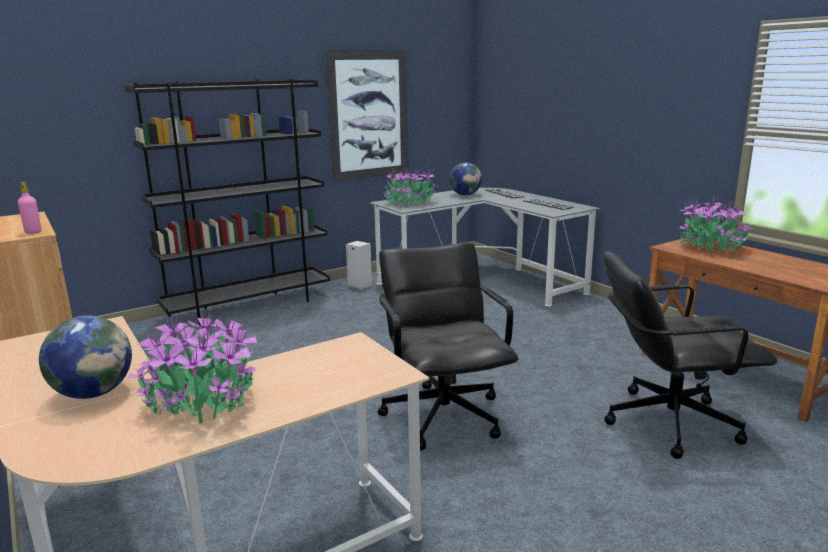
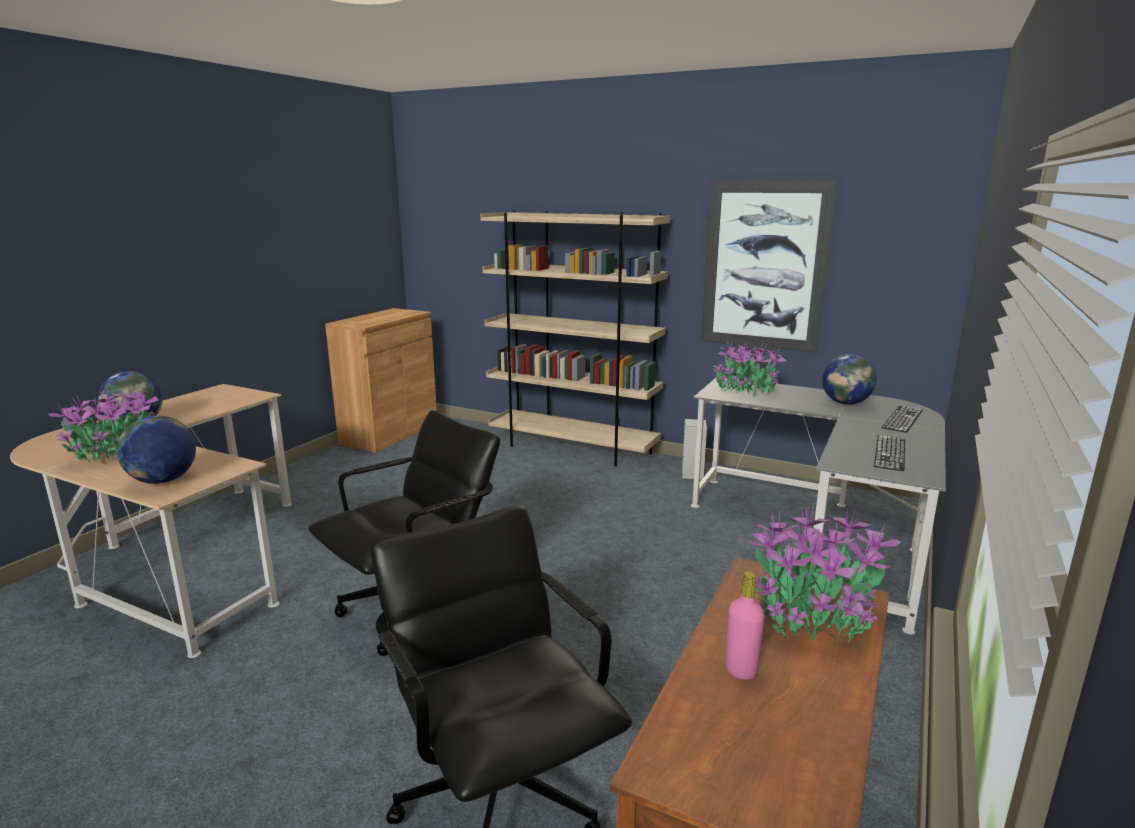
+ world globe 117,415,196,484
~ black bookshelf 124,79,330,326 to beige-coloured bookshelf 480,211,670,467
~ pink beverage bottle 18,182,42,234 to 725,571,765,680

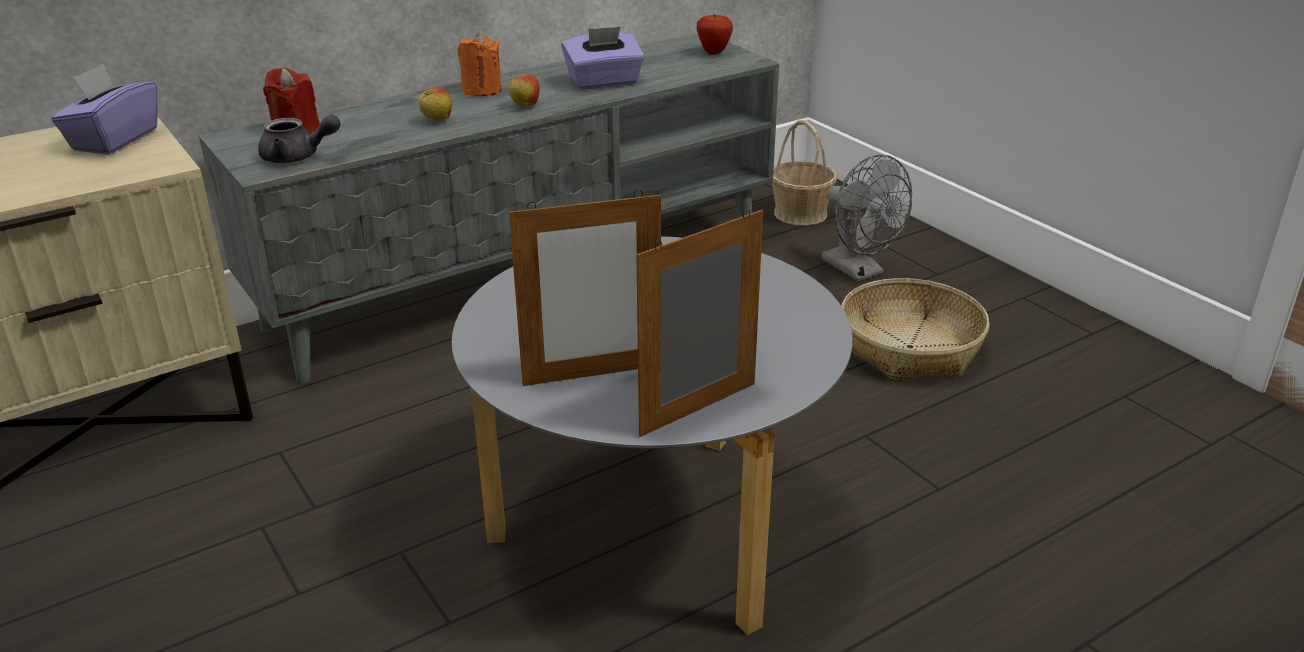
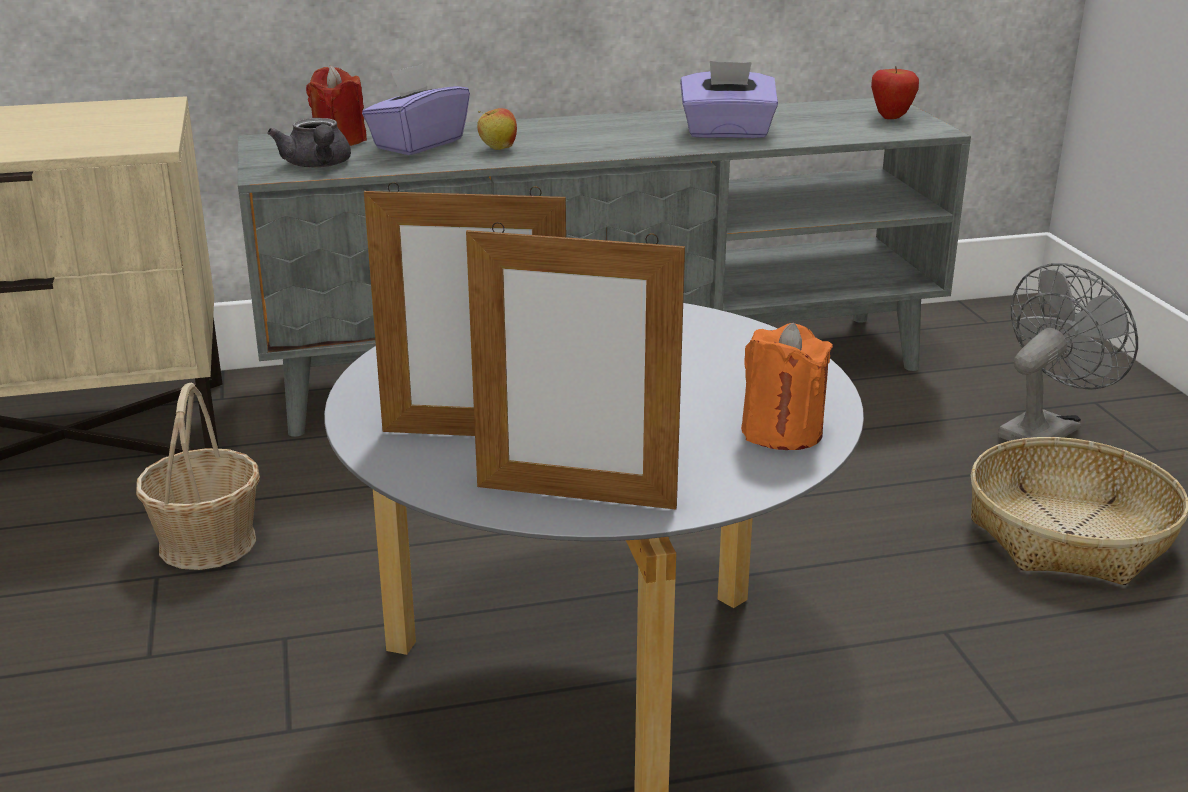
~ basket 772,120,837,226 to 136,383,260,570
~ gray teapot 258,114,341,163 = 267,118,351,168 45 degrees clockwise
~ purple tissue box 51,64,158,155 to 362,64,470,155
~ picture frame 636,210,763,437 = 466,222,685,510 150 degrees counterclockwise
~ orange-coloured candle 457,33,502,96 to 741,323,833,450
~ gray electric fan 822,154,912,282 = 998,263,1138,441 120 degrees counterclockwise
- apple fruit 508,74,540,107

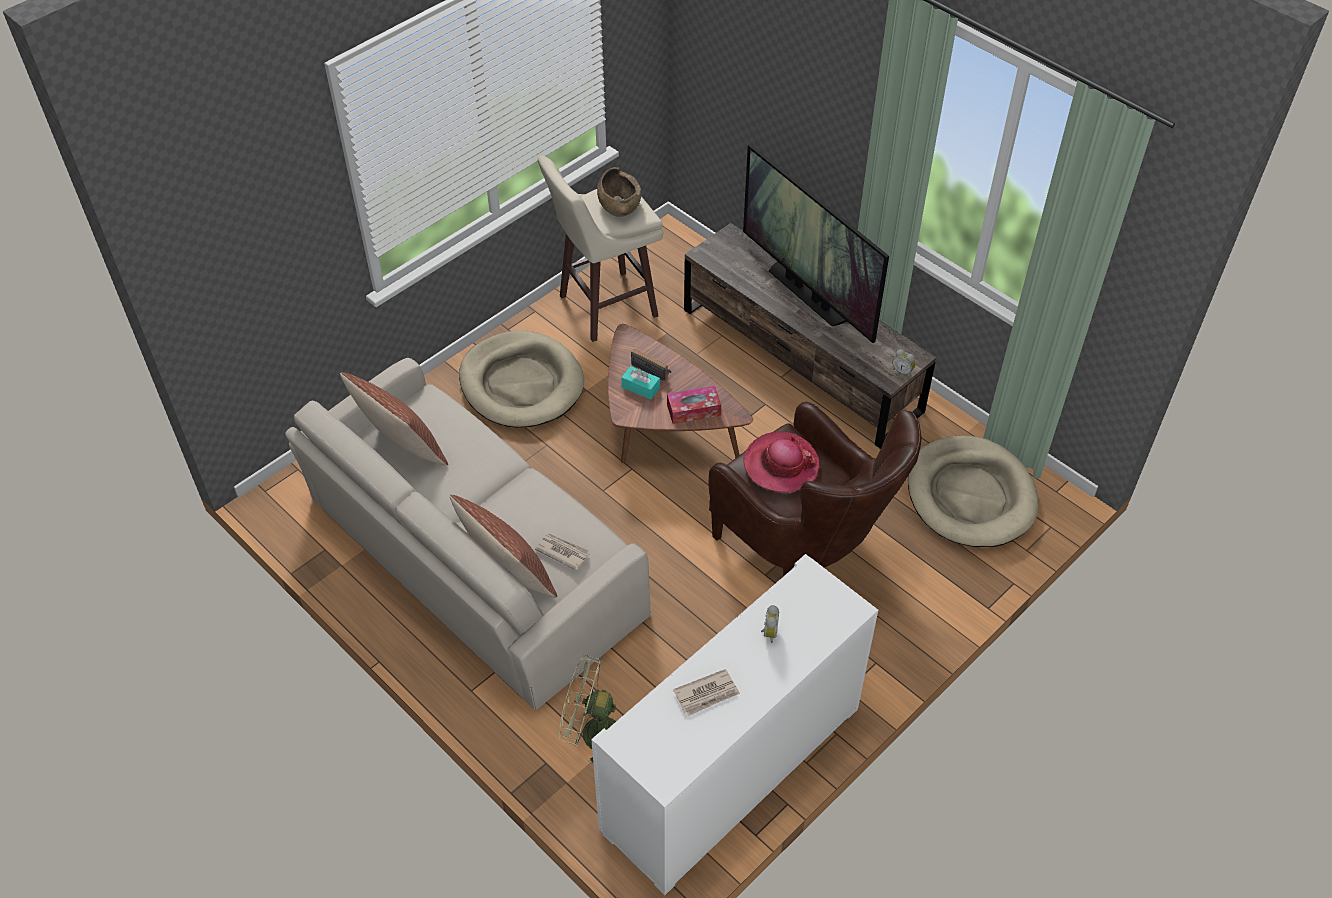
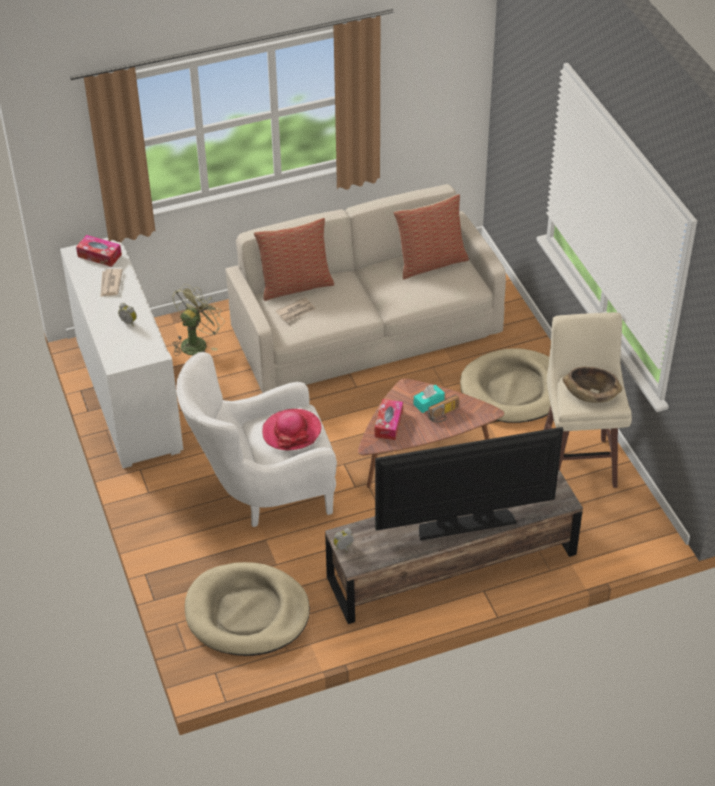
+ tissue box 76,235,122,267
~ brown armchair 708,402,922,576 to white-coloured armchair 176,352,337,527

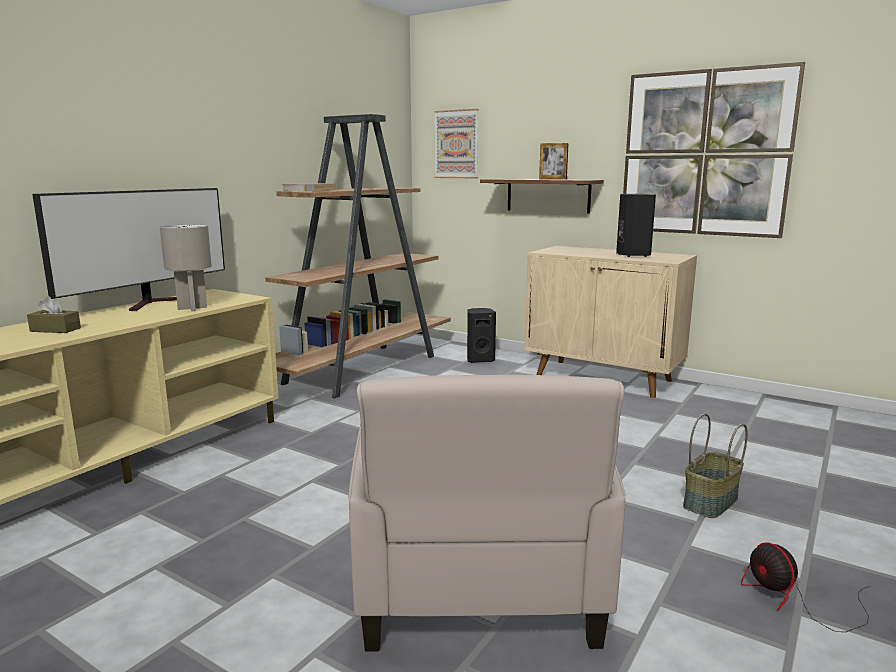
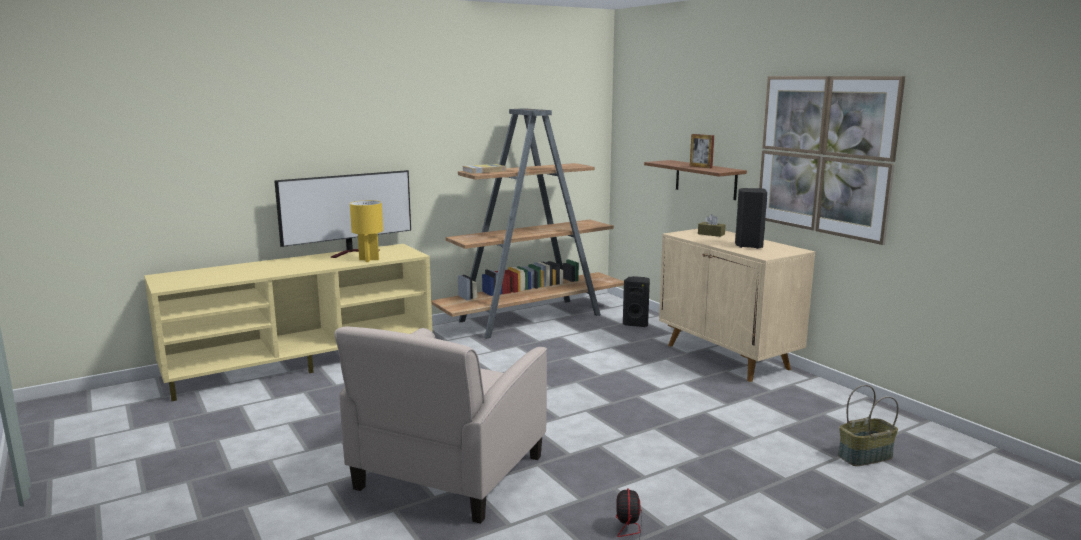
~ gray lamp for a table 160,224,212,311 to yellow lamp for a table 350,200,383,262
~ brown tissue box 27,296,81,333 to 698,214,726,237
~ basket 683,413,748,518 to 838,385,899,466
- wall picture 434,109,478,178

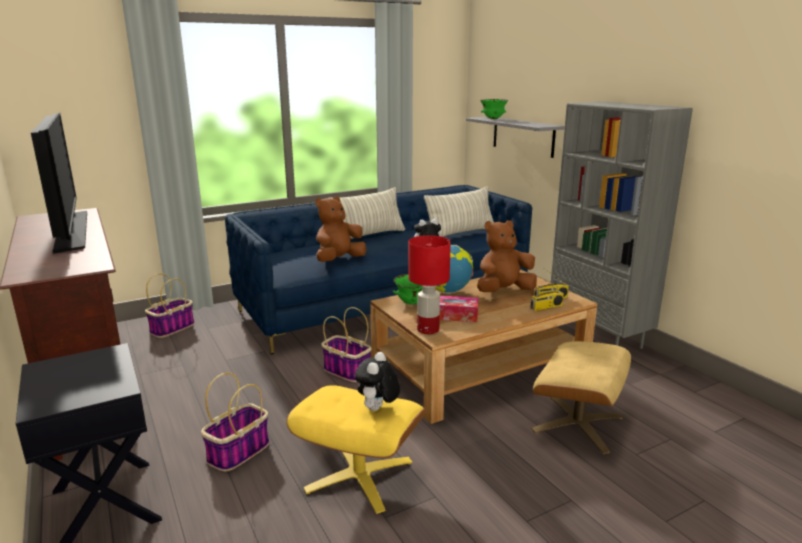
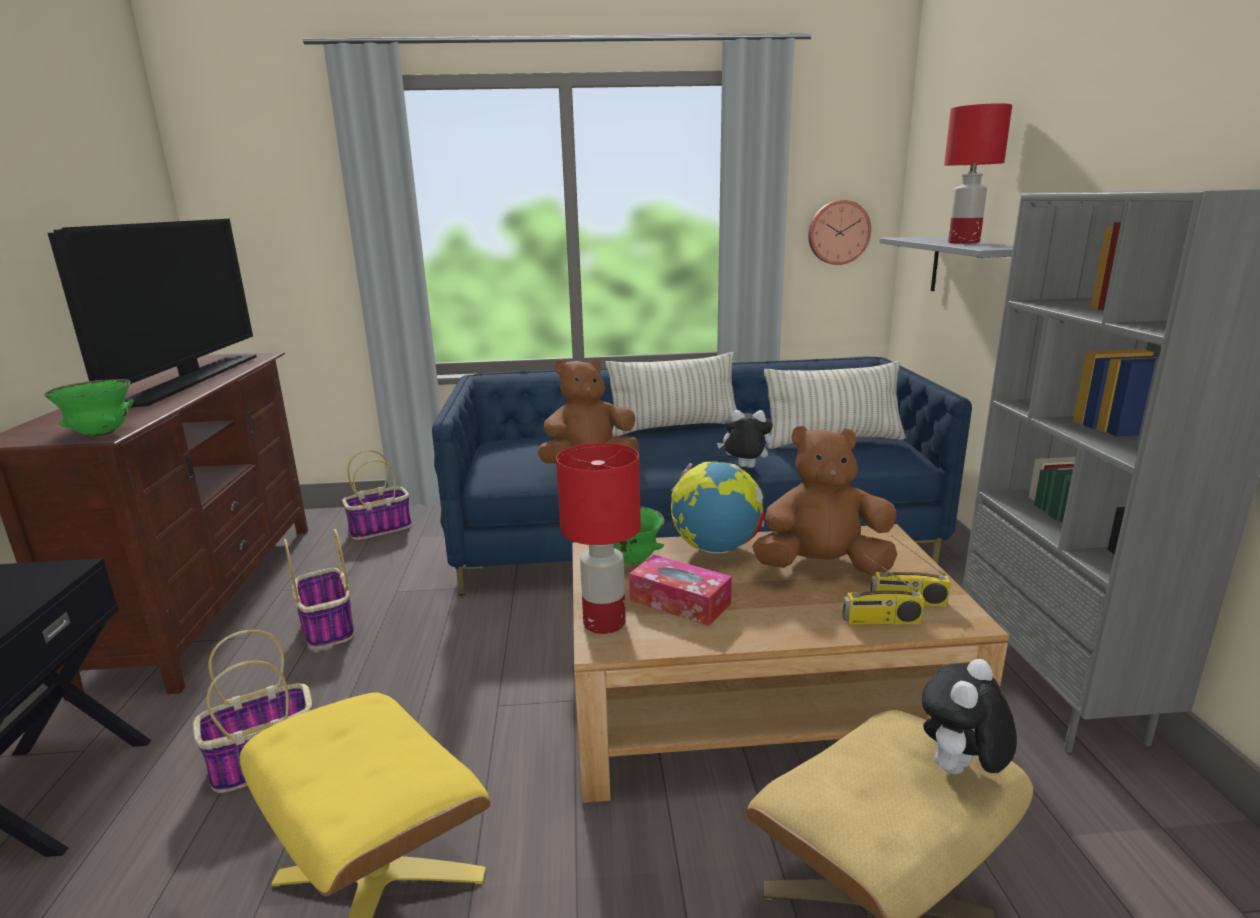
~ green-coloured bowl 480,99,508,119 to 44,379,134,436
~ basket 321,307,372,382 to 284,529,354,649
+ hanging clock 808,200,871,265
~ soft toy 355,352,400,411 to 922,659,1017,774
+ reddish lamp for a table 944,103,1012,244

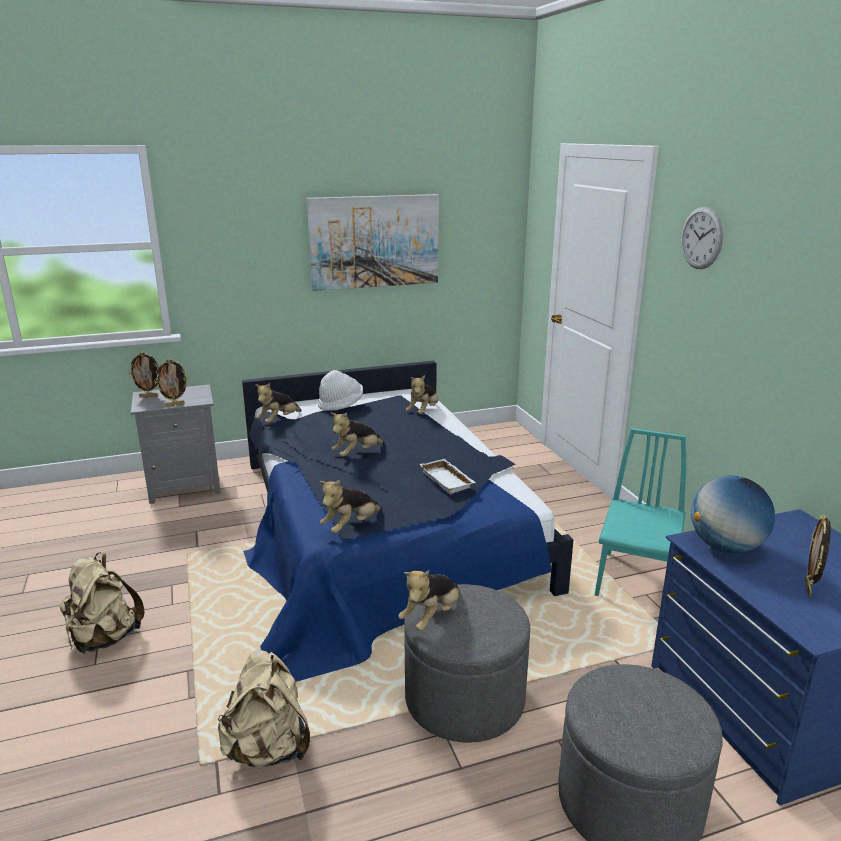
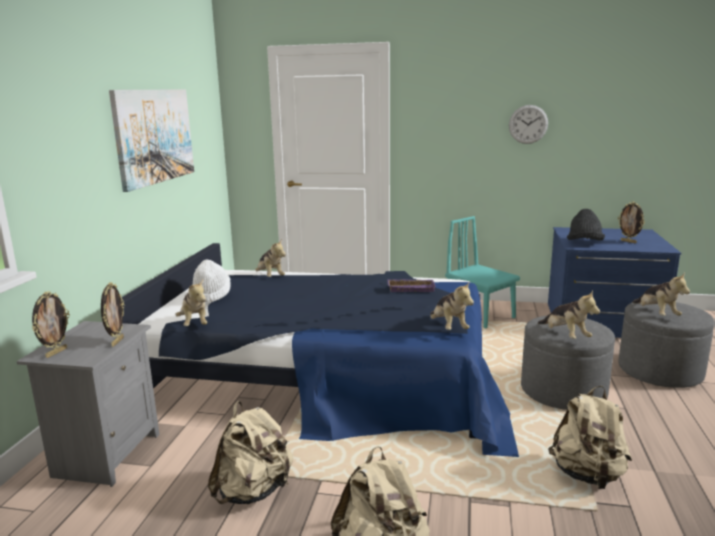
+ beige-coloured backpack 208,401,293,504
~ white-coloured tray 420,459,476,494 to purple tray 387,279,436,292
~ hanging clock 681,207,723,269 to 509,105,548,144
~ world globe 691,475,775,553 to black hat 567,209,605,241
~ soft toy 331,412,385,457 to 632,272,690,316

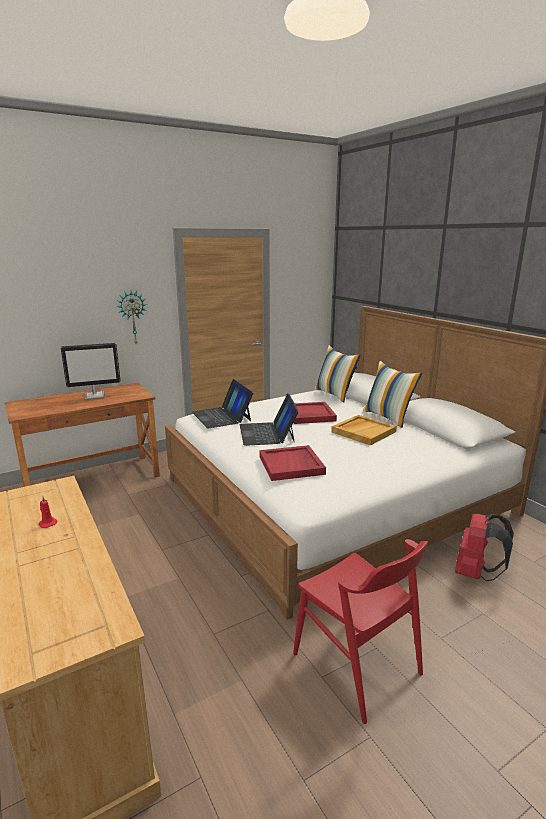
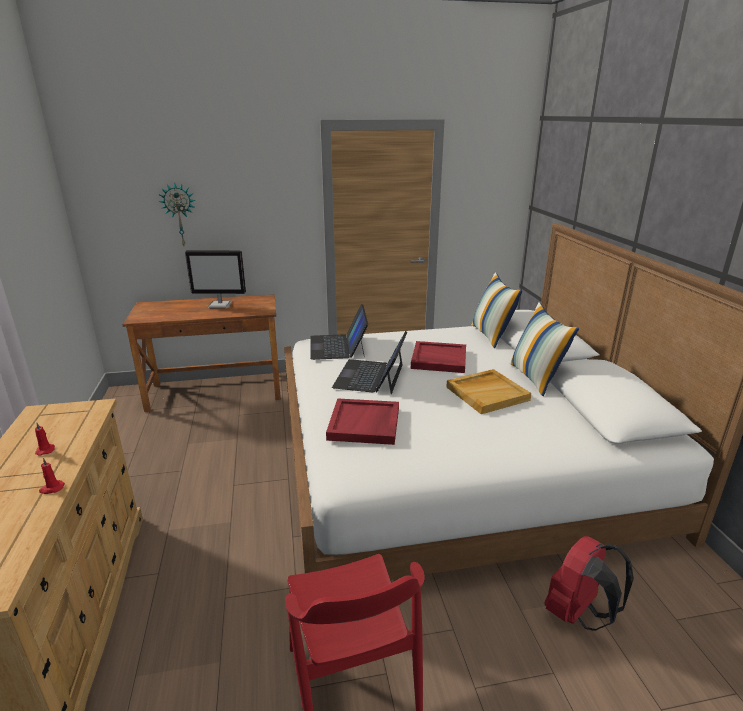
+ reddish candle 39,458,65,494
~ hanging clock 117,291,148,344 to 158,182,196,246

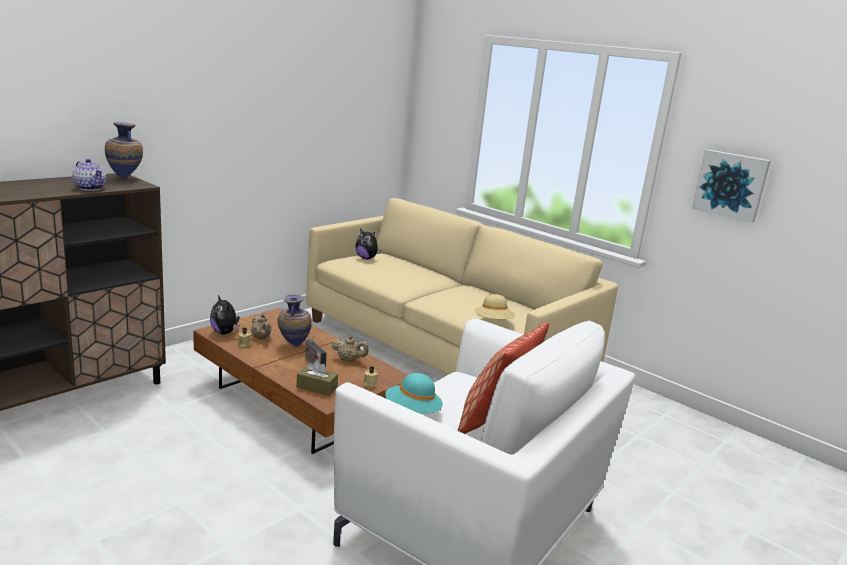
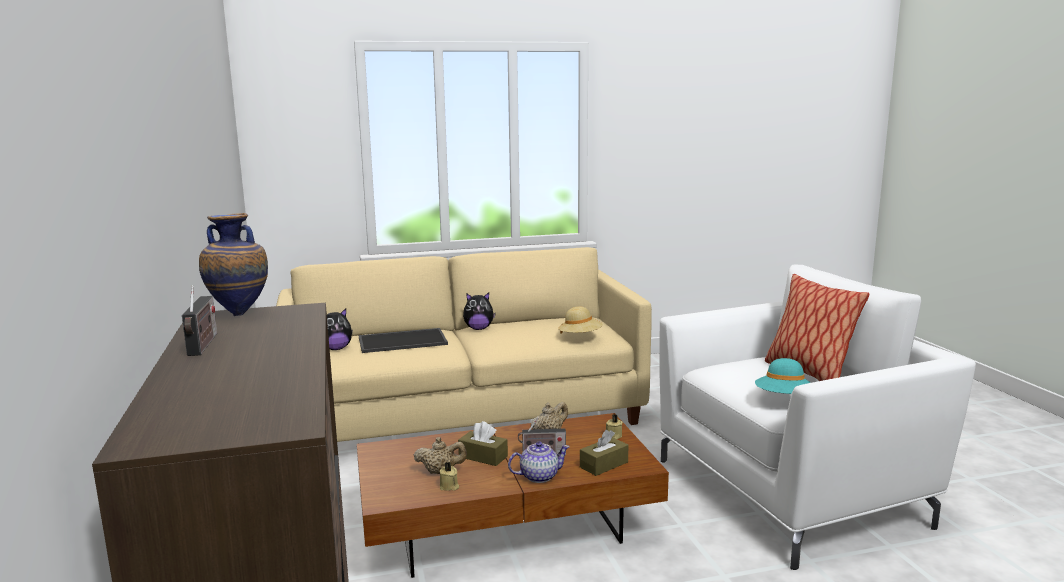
+ radio 182,285,217,356
+ tray 359,328,448,353
~ flower vase 277,294,312,347 to brown tissue box 458,421,508,466
~ soft toy 210,295,240,335 to 463,293,496,330
~ teapot 72,159,106,191 to 508,441,570,483
- wall picture 692,150,771,223

